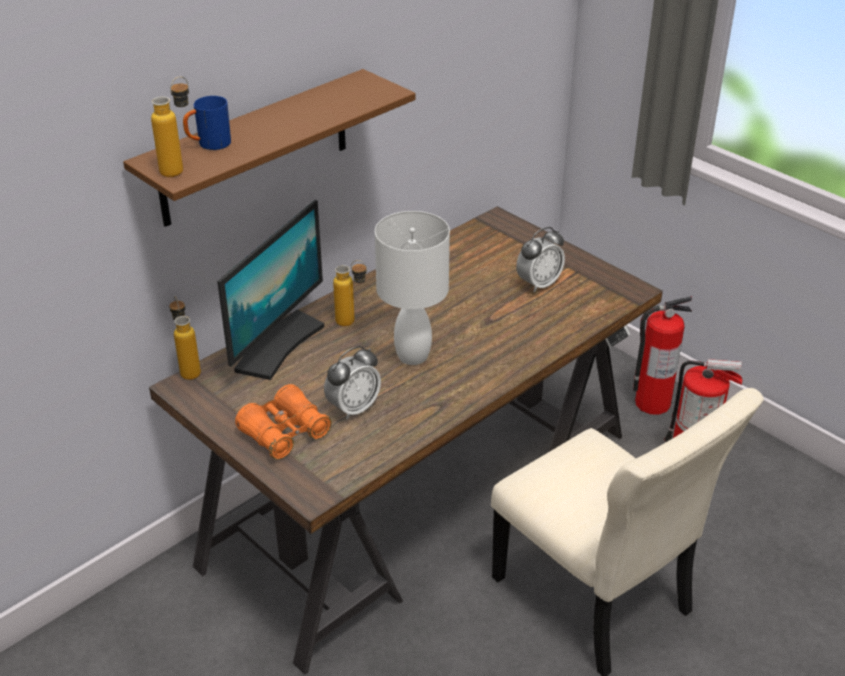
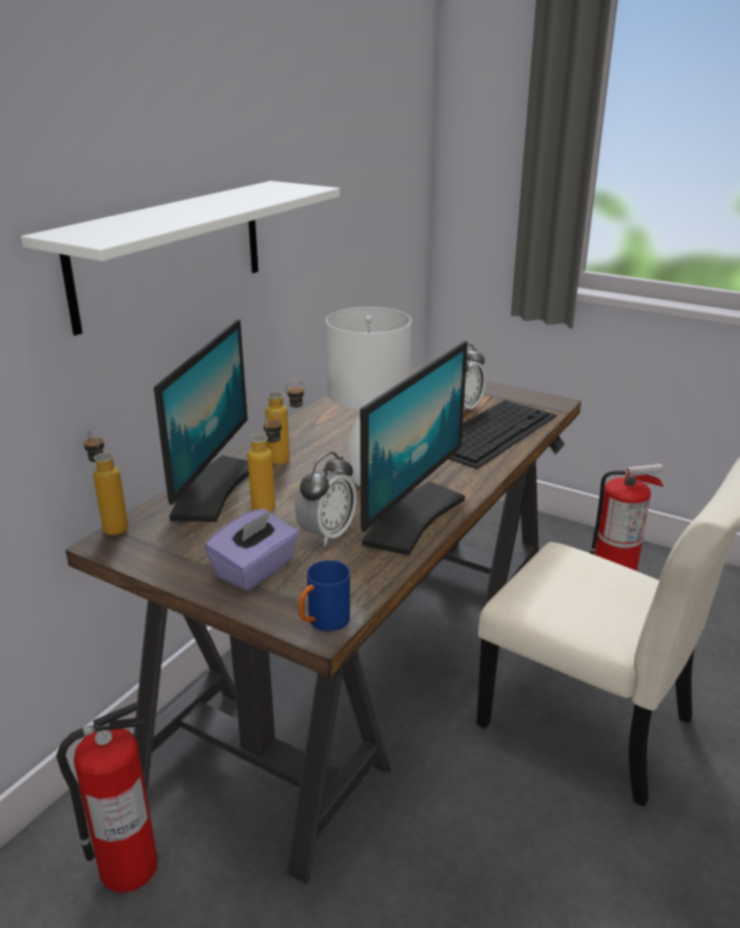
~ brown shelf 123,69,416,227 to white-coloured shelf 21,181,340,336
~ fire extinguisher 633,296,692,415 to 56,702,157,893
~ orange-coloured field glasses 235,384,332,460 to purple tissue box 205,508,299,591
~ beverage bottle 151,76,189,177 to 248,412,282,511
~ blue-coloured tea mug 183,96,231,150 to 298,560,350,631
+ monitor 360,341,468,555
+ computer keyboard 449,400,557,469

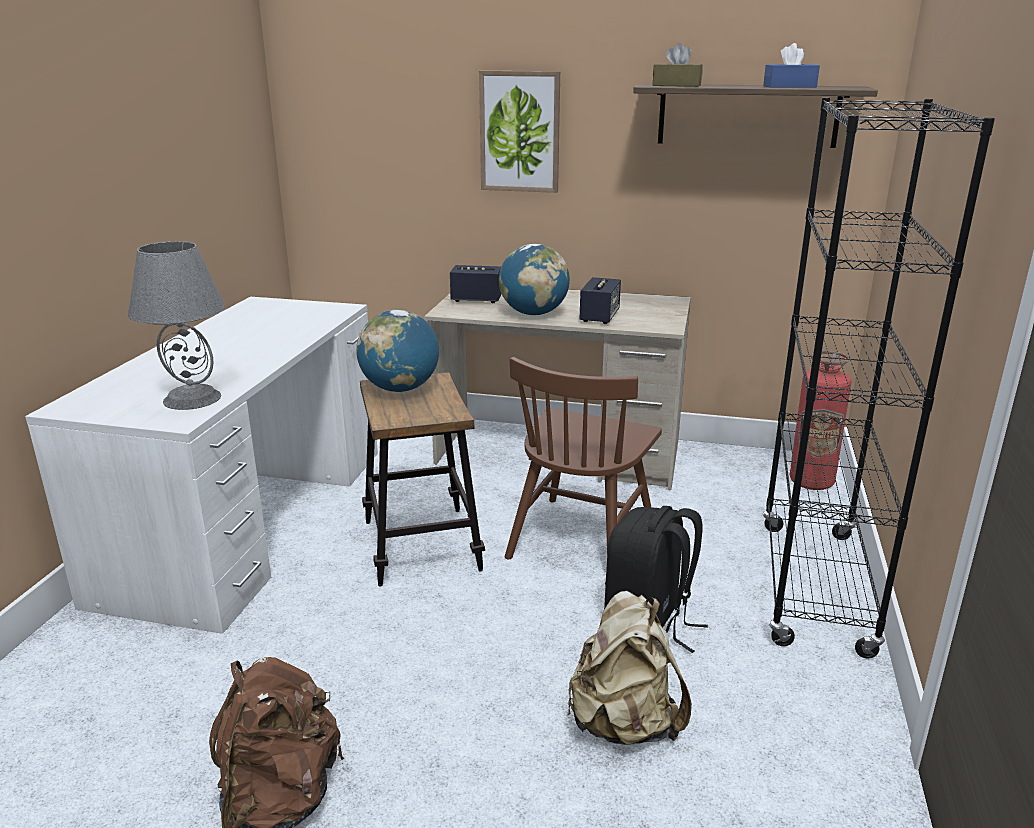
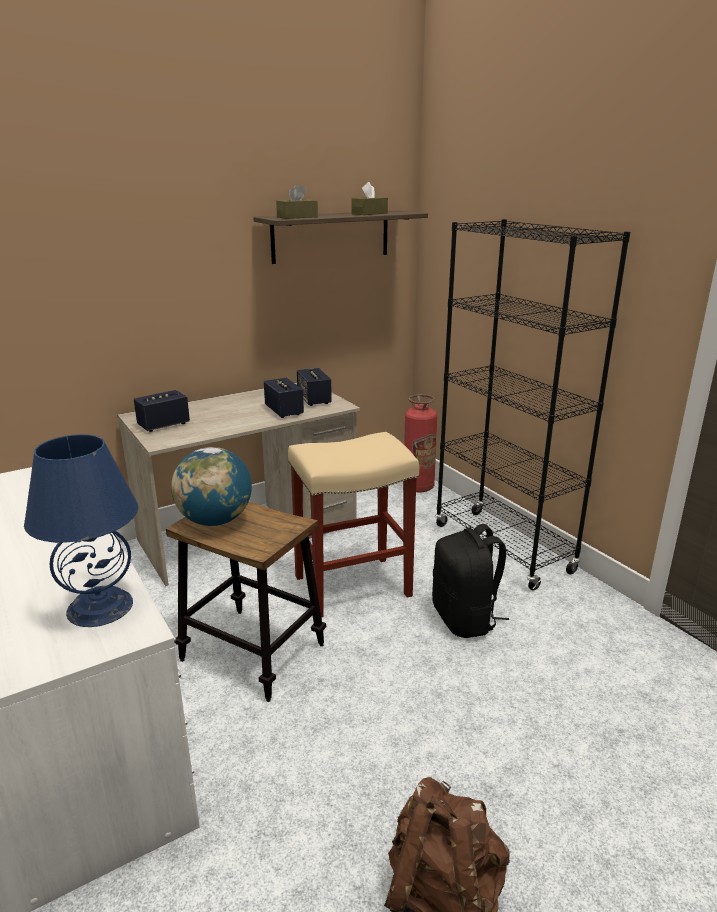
~ gray lamp for a table 128,241,226,410 to blue-coloured lamp for a table 24,434,139,627
~ brown upright chair 505,357,662,560 to beige-coloured stool 288,432,419,618
+ audio speaker 297,368,332,406
~ blue-coloured tissue box 763,43,820,88 to brown tissue box 351,182,388,215
- wall picture 479,71,560,193
- world globe 499,244,570,316
- beige-coloured backpack 567,591,692,745

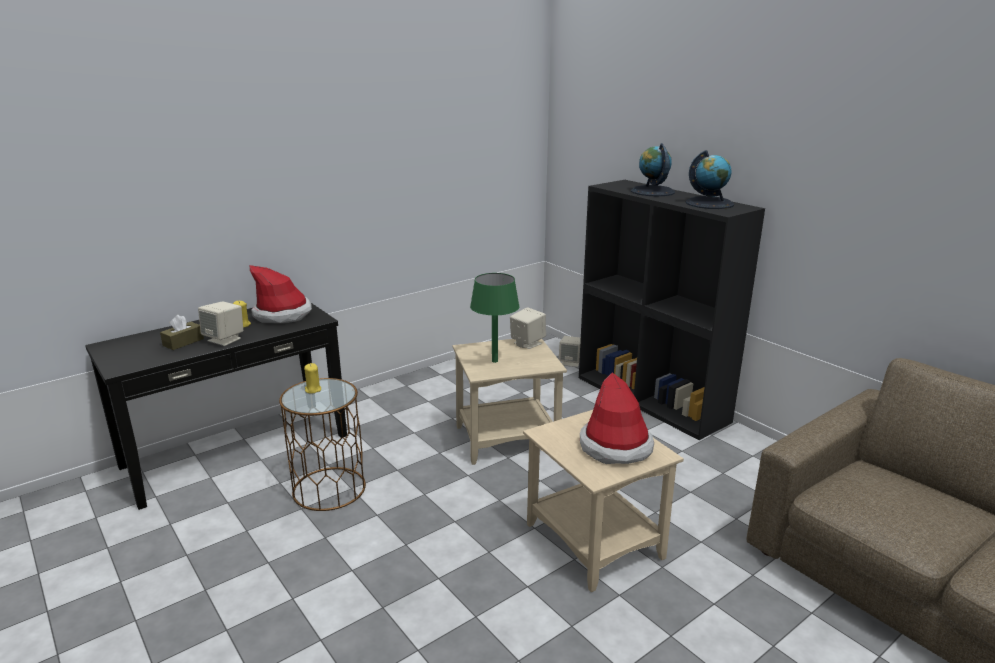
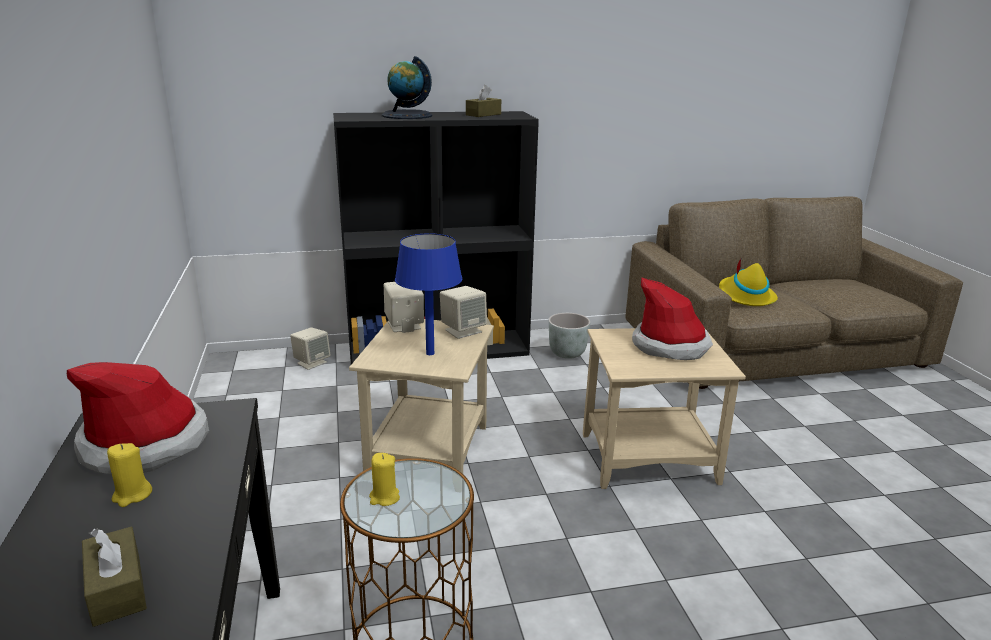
~ green-coloured lamp for a table 470,273,520,363 to blue-coloured lamp for a table 395,233,462,355
~ beige-coloured audio speaker 198,301,243,346 to 440,286,487,339
~ world globe 686,150,734,209 to brown tissue box 466,85,501,117
+ gray planter 549,313,590,359
+ yellow hat 719,259,778,306

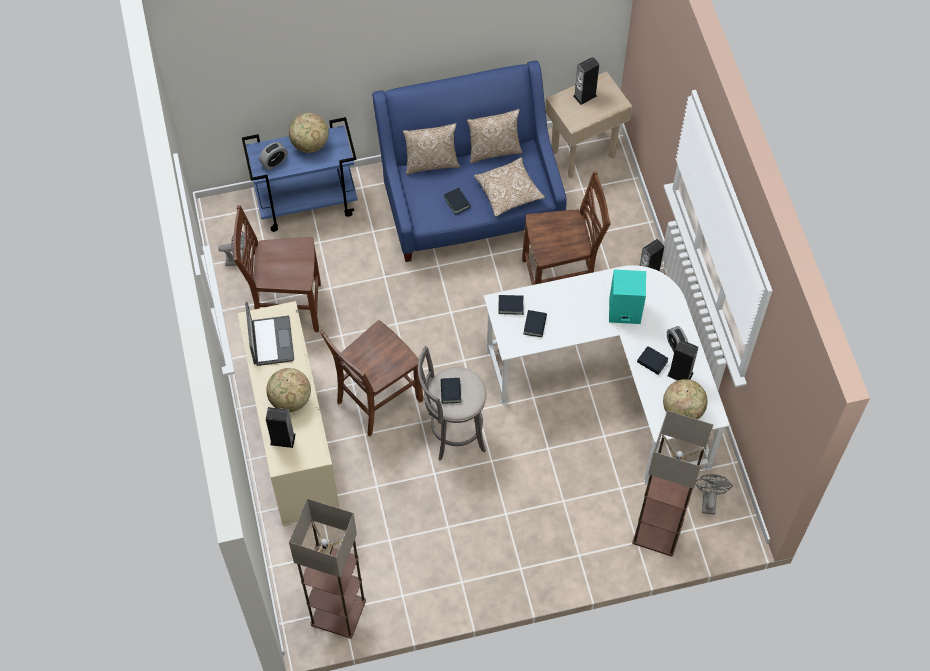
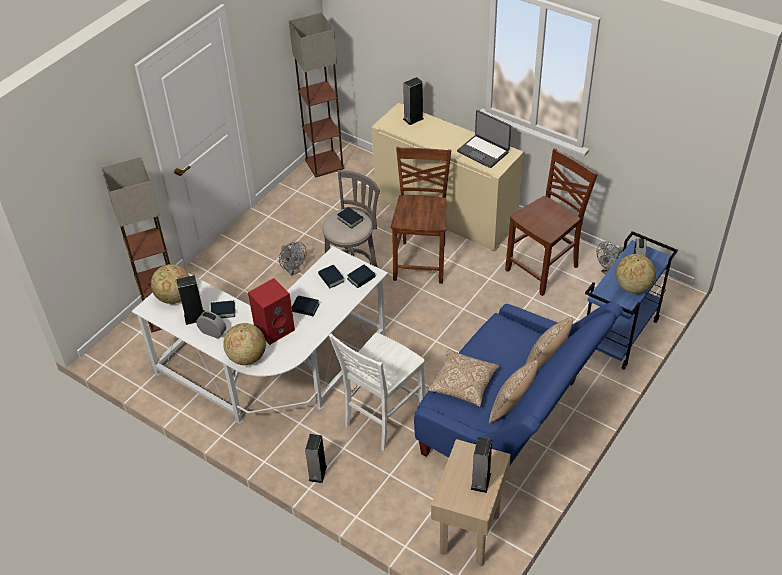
~ world globe 266,368,311,412 to 223,323,266,365
~ blue-green audio speaker 609,269,646,324 to reddish audio speaker 248,278,295,345
~ gray electric fan 695,474,733,515 to 279,242,307,276
~ bound book 444,188,471,215 to 292,296,319,316
~ brown upright chair 522,171,611,285 to white-coloured upright chair 329,333,425,451

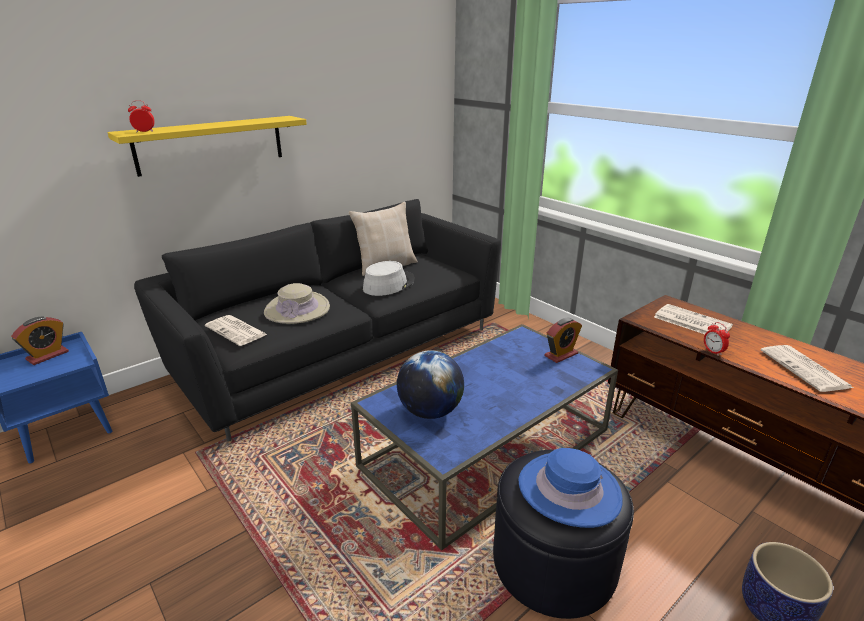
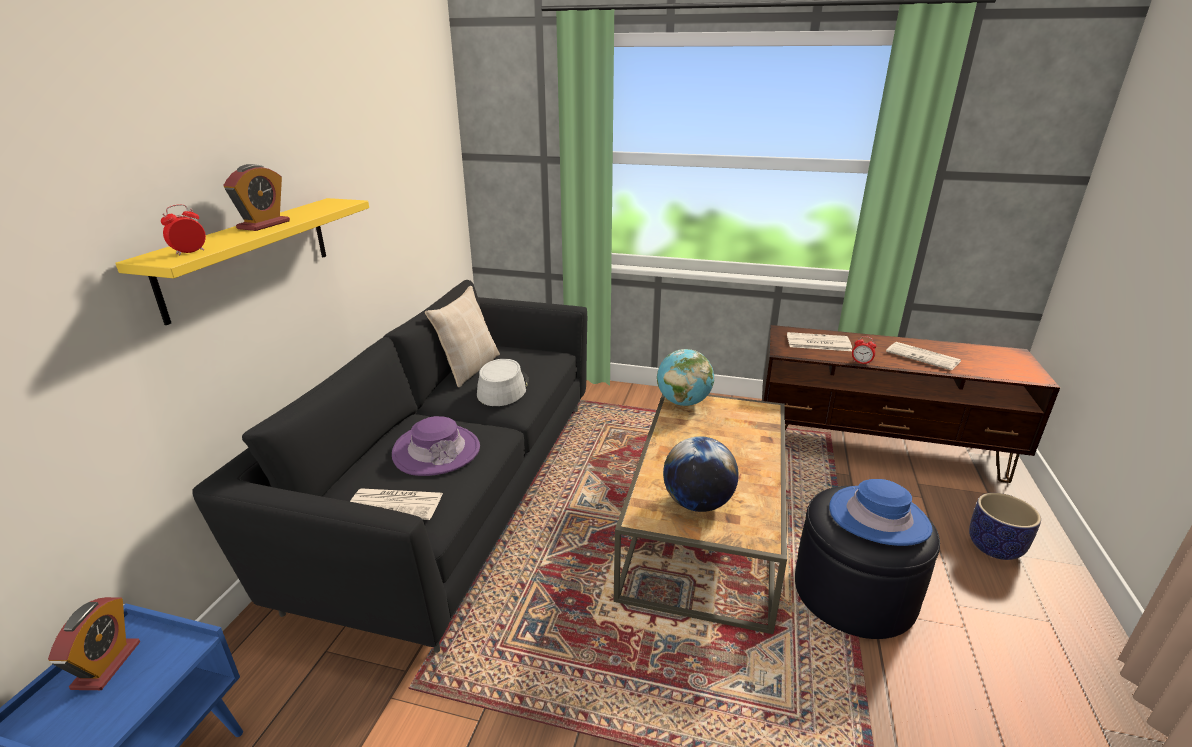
~ table clock 545,318,582,363 to 223,164,290,231
~ beige-coloured hat 264,283,330,324 to purple hat 392,416,480,476
~ blue-coloured lounge table 351,324,618,550 to brown lounge table 614,394,787,634
+ world globe 657,349,714,406

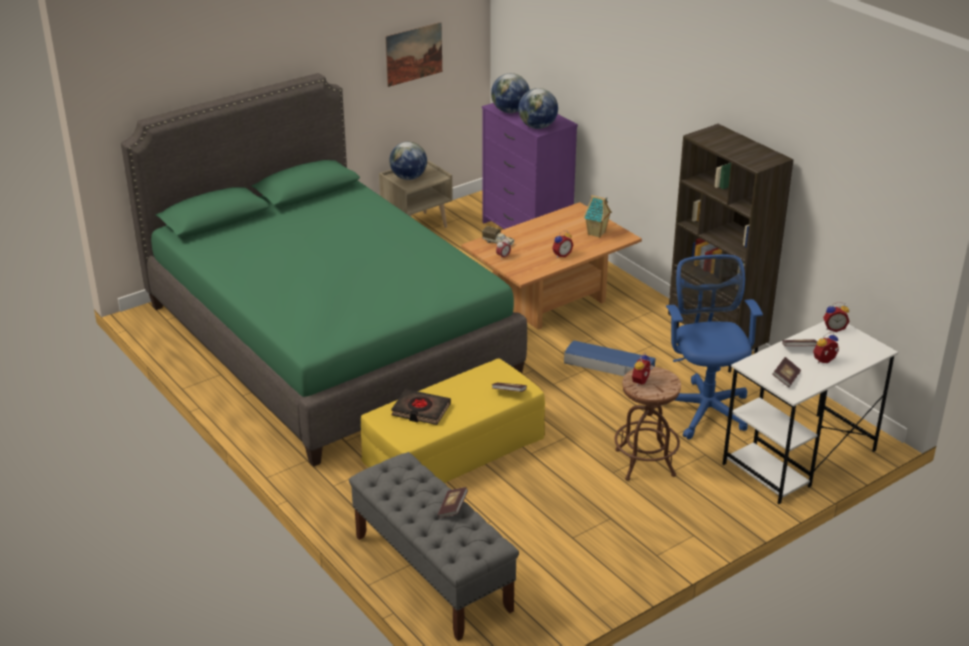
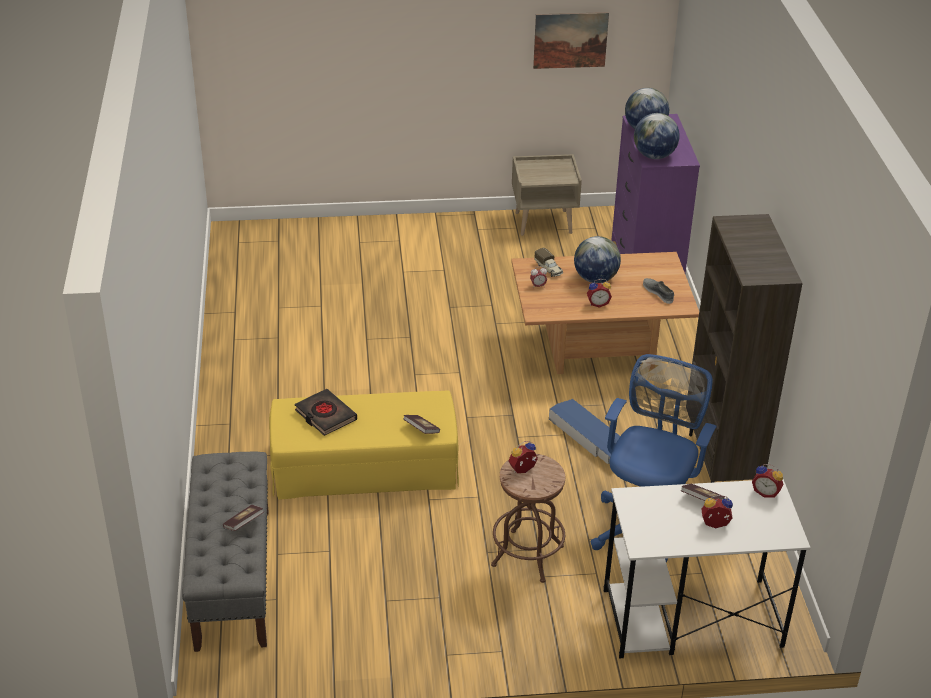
~ world globe 389,142,427,180 to 574,236,621,283
~ toy house 584,195,612,238 to gray low shoe 643,278,674,304
- green-coloured bed 121,73,527,467
- bound book 773,357,801,387

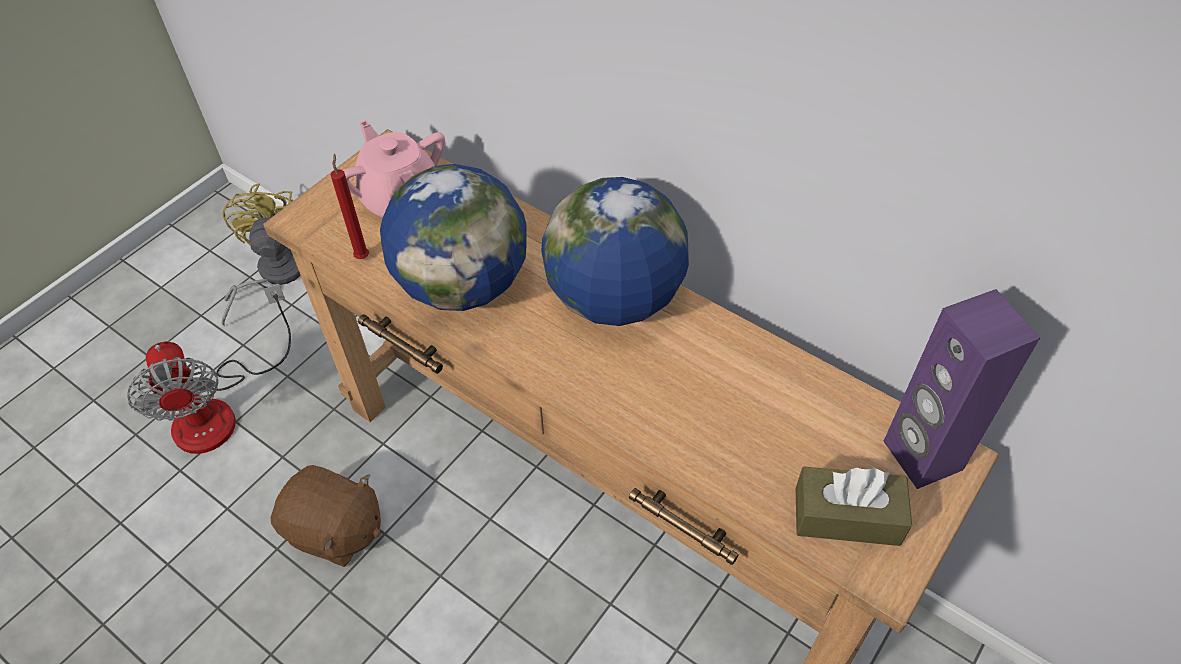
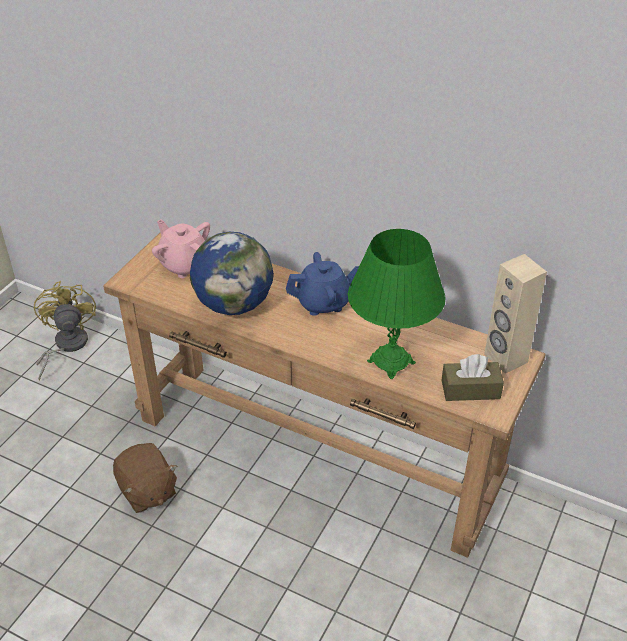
~ brown soft toy 270,465,381,567 = 113,443,178,513 45 degrees clockwise
~ world globe 541,177,689,326 to blue-coloured teapot 286,252,359,316
+ green-coloured lamp for a table 348,229,446,379
~ purple audio speaker 883,289,1040,489 to beige-coloured audio speaker 484,254,547,374
- electric fan 127,284,291,454
- reddish candle 331,154,369,259

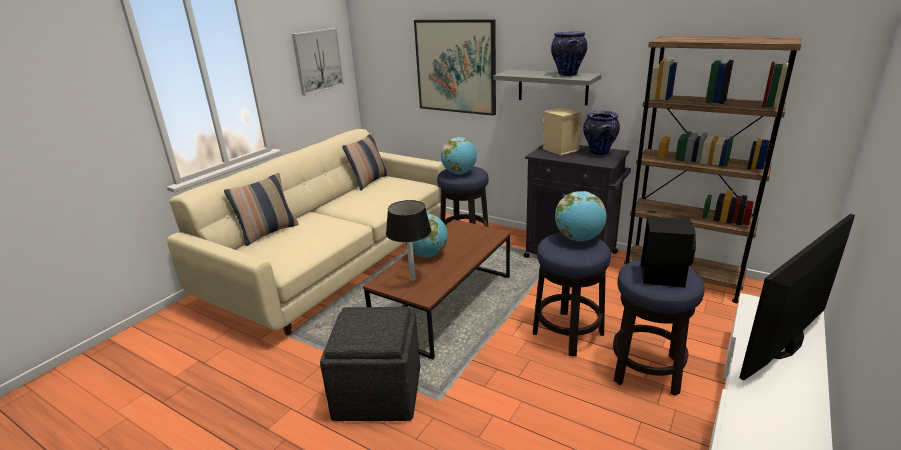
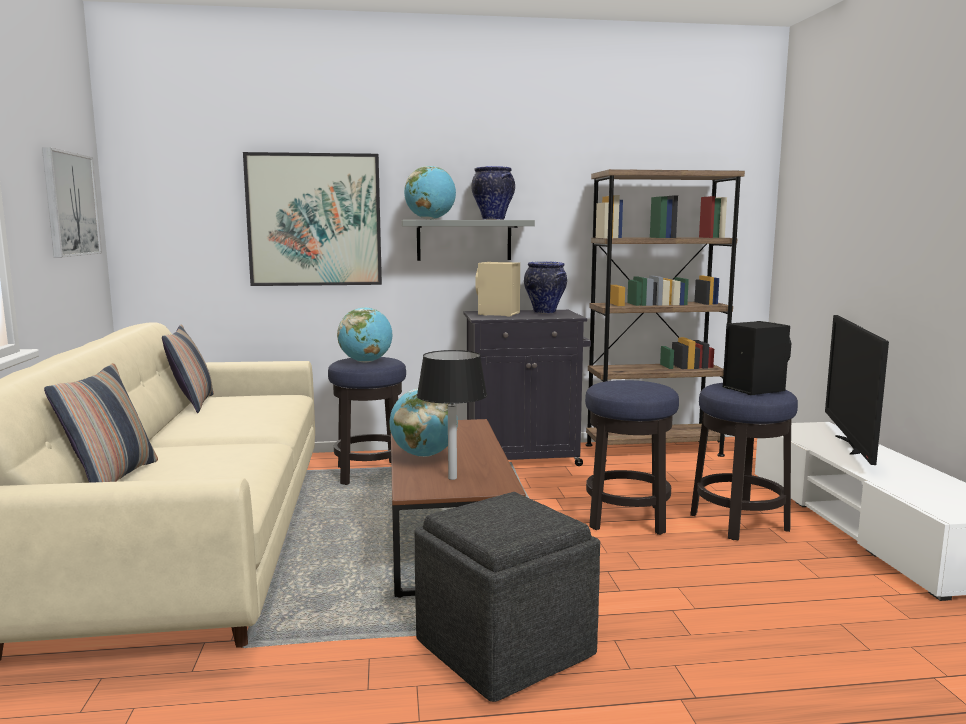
~ world globe 555,191,606,241 to 404,166,456,220

